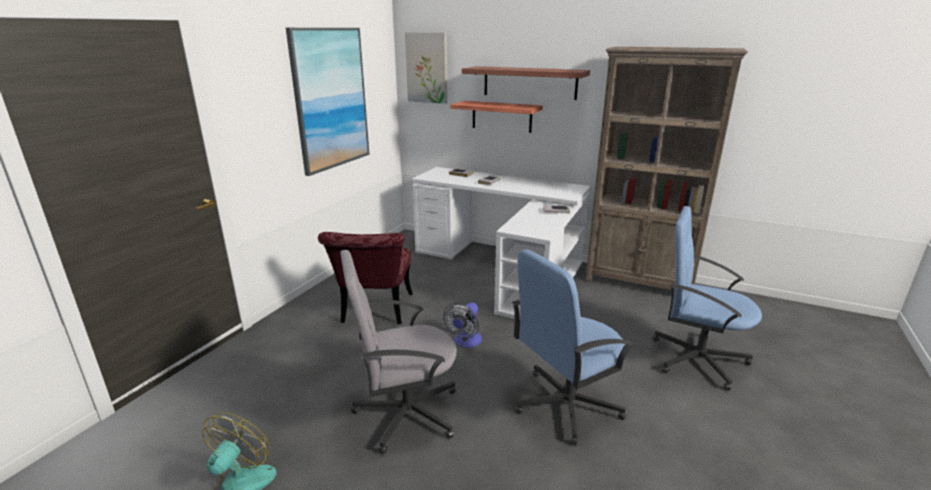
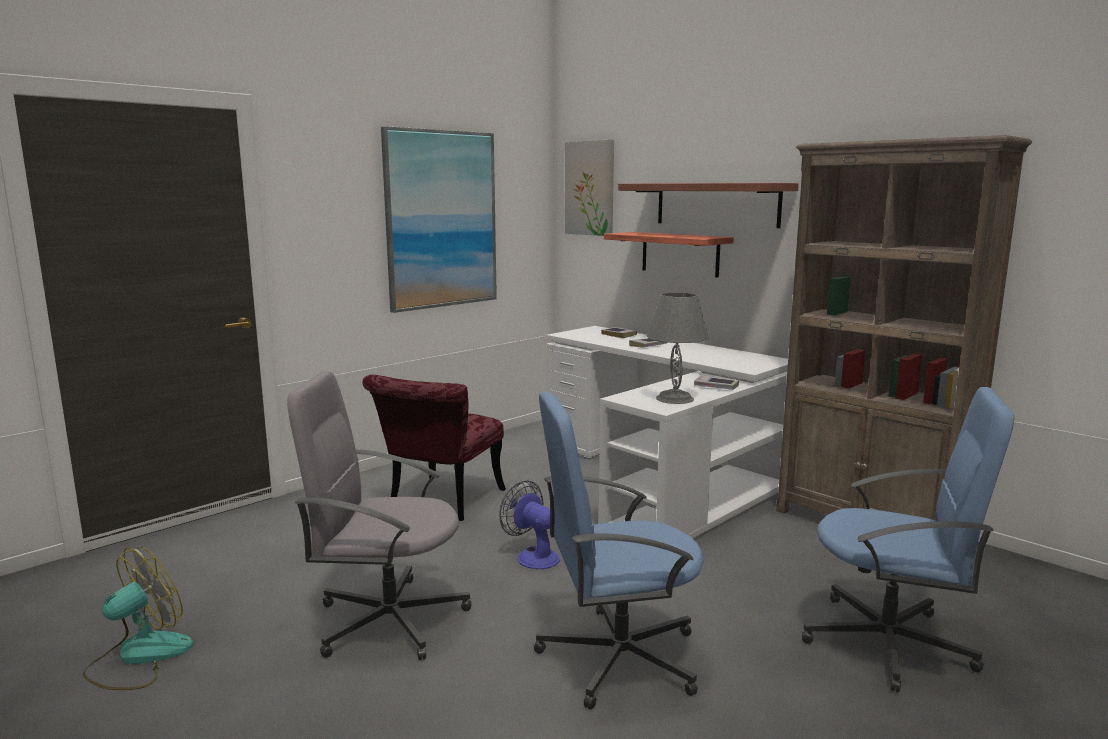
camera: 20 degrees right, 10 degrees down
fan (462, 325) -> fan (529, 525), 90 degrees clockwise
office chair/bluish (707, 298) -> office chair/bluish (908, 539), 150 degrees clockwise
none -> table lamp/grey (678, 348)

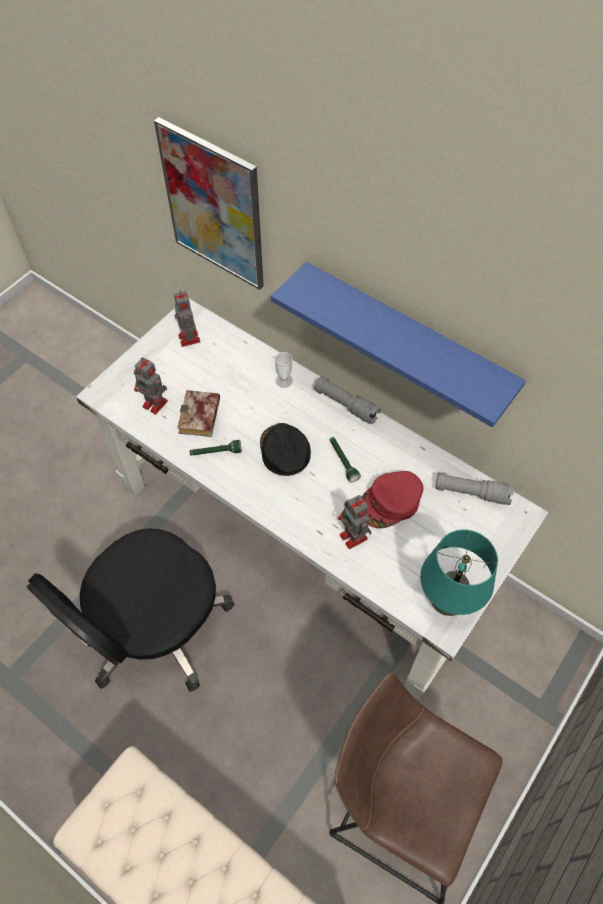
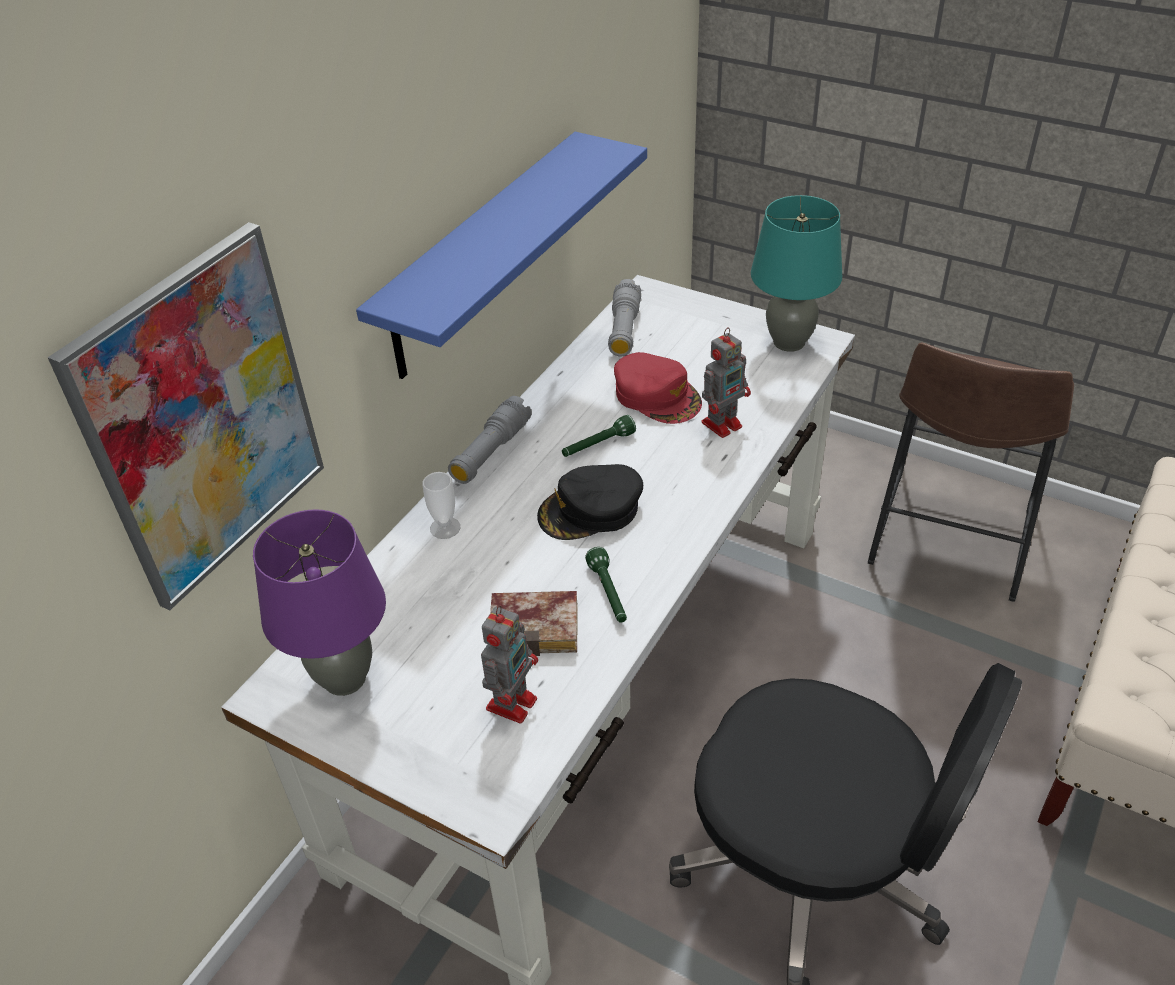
camera: 95 degrees left, 15 degrees down
toy robot (187, 318) -> table lamp/purple-coloured (319, 602)

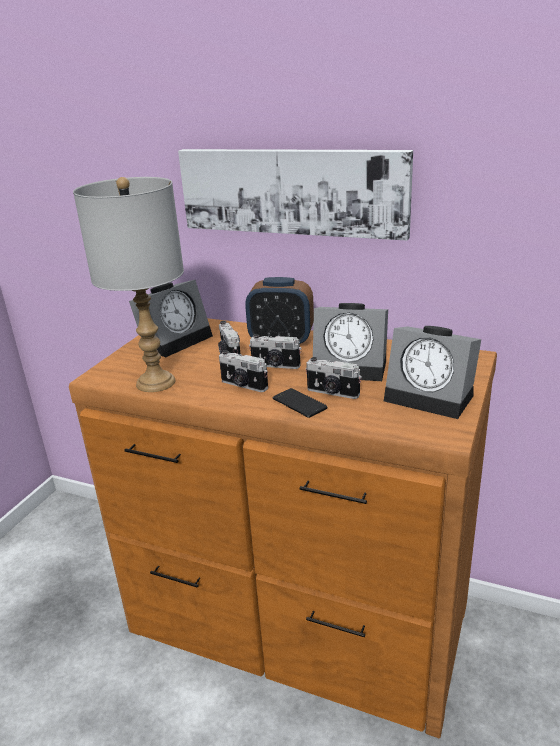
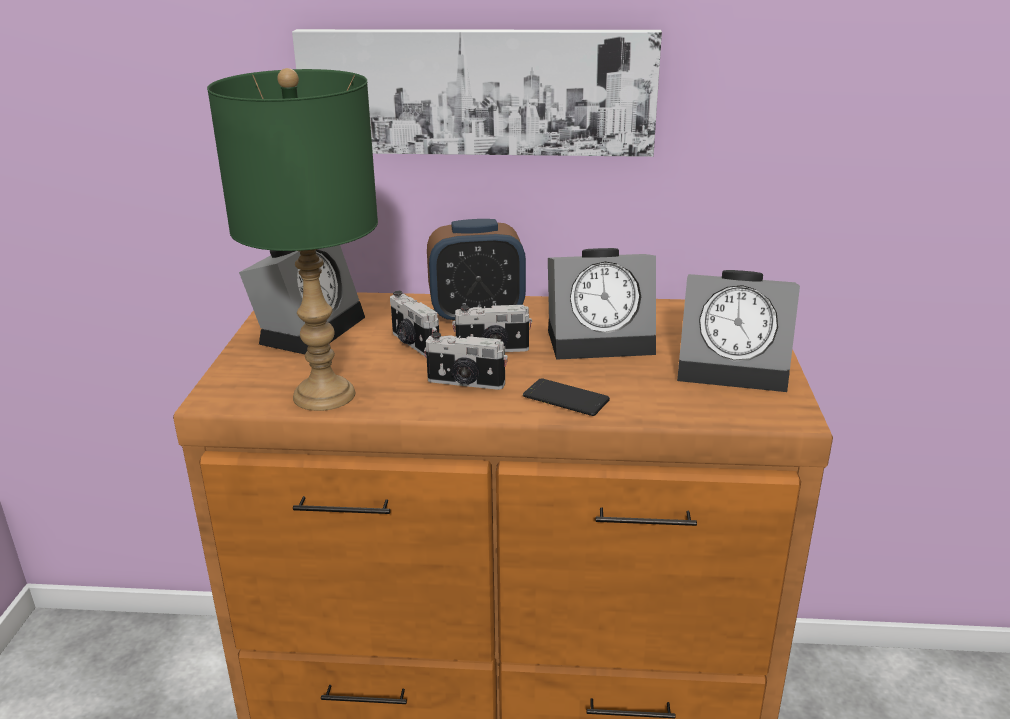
camera: 20 degrees left, 0 degrees up
table lamp/grey (128, 284) -> table lamp/green-coloured (292, 239)
still camera (334, 378) -> none

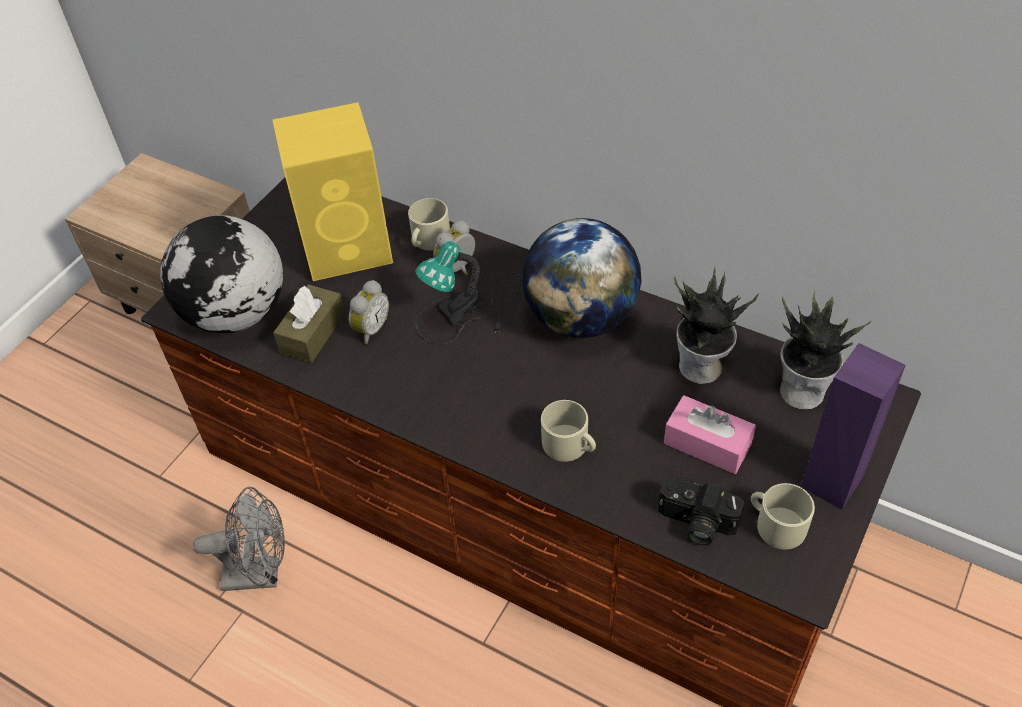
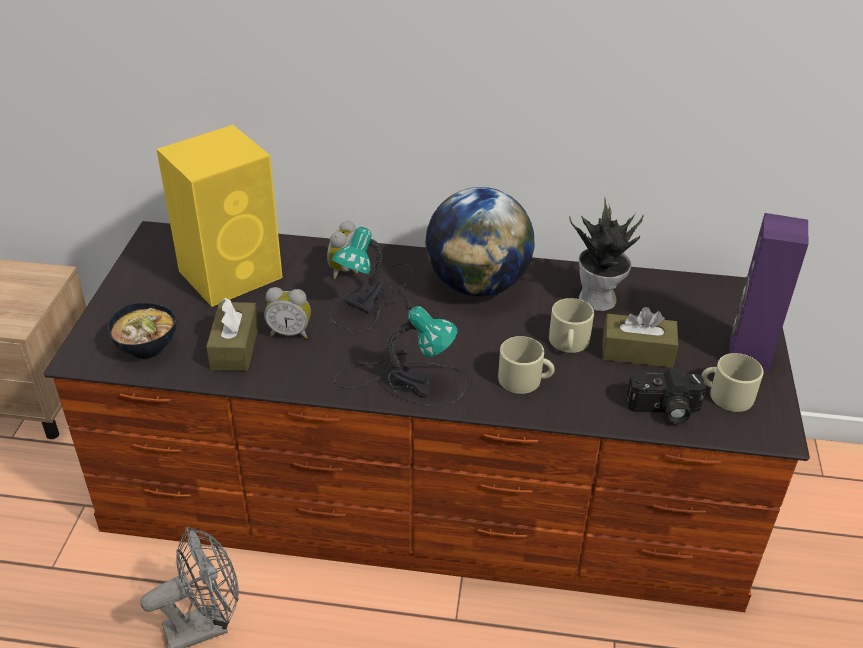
camera: 25 degrees left, 10 degrees down
desk globe (221, 274) -> deep dish (142, 331)
bedside clock (369, 312) -> bedside clock (287, 313), 90 degrees clockwise
mug/sand-coloured (429, 224) -> mug/sand-coloured (571, 325), shifted
tissue box/pink-coloured (710, 434) -> tissue box/brown-coloured (640, 337)
houseplant (826, 350) -> none
none -> table lamp (400, 356)

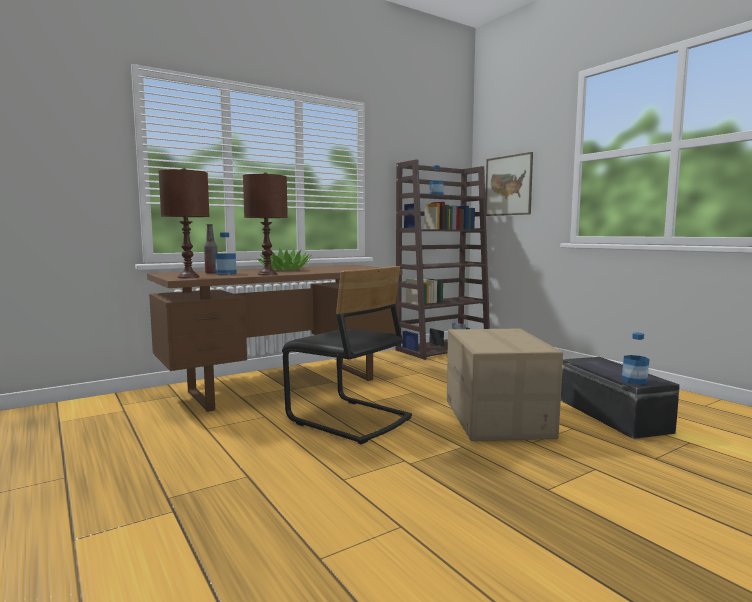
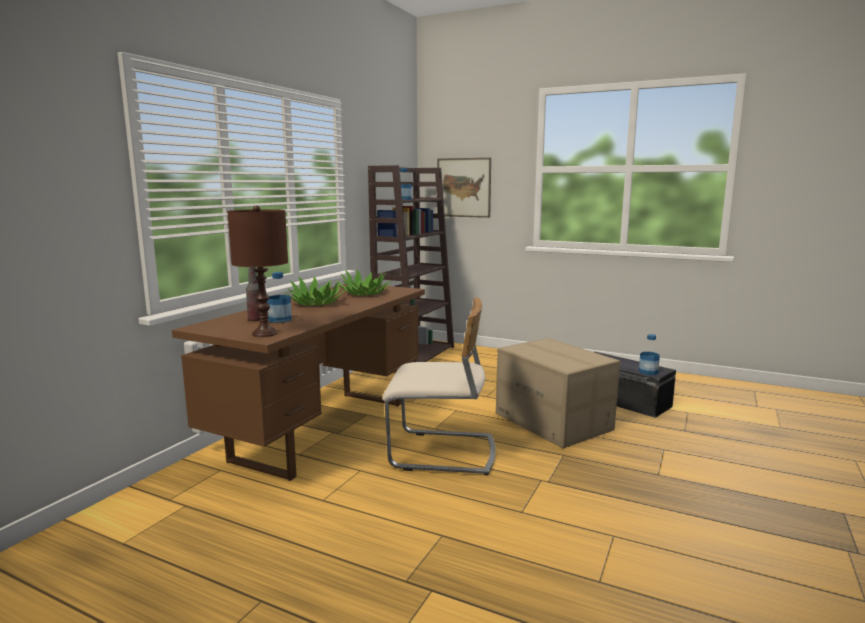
camera: 30 degrees left, 5 degrees up
table lamp/brown-coloured (265, 223) -> none
chair/black (347, 355) -> chair/sand-coloured (438, 386)
none -> houseplant (364, 282)

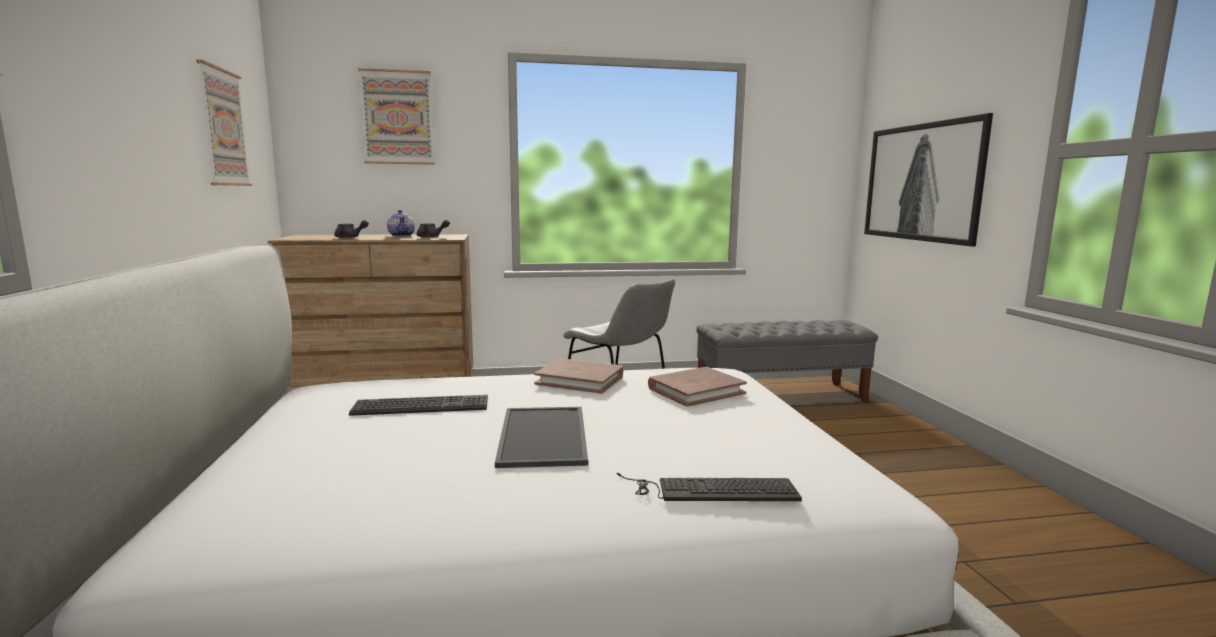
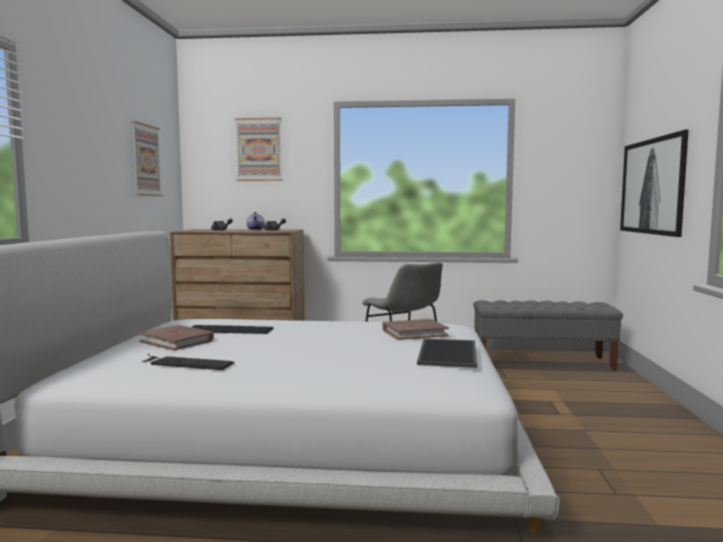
camera: 15 degrees right, 5 degrees down
tray (541, 437) -> tray (447, 353), shifted
volume/brown-coloured (578, 376) -> volume/brown-coloured (176, 338), shifted
PC keyboard (709, 487) -> PC keyboard (189, 361), shifted

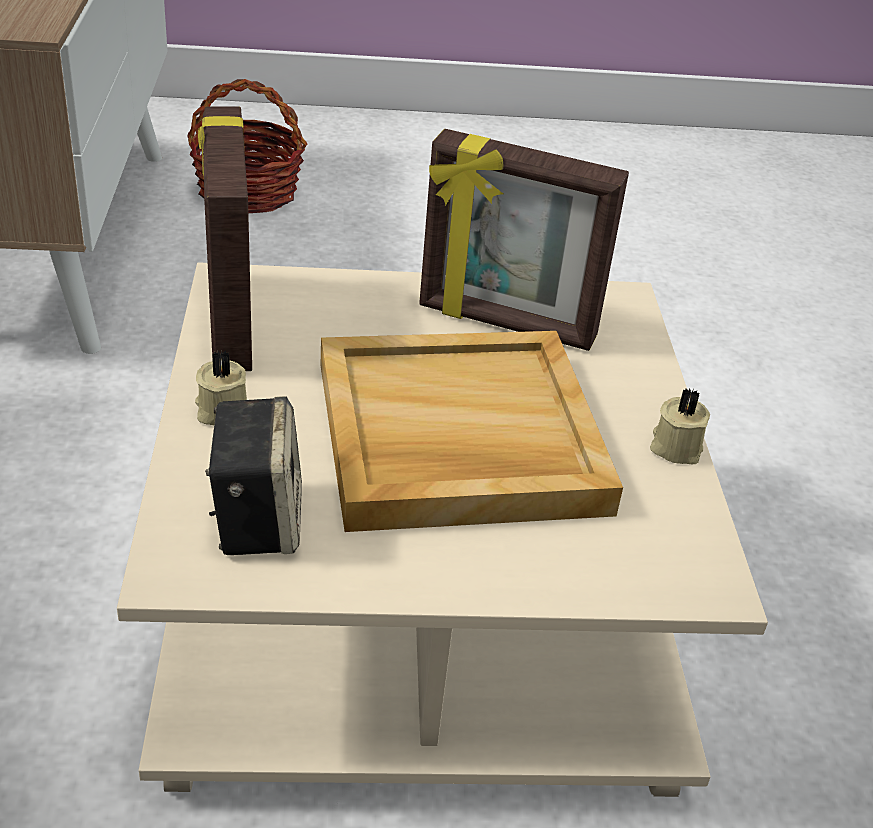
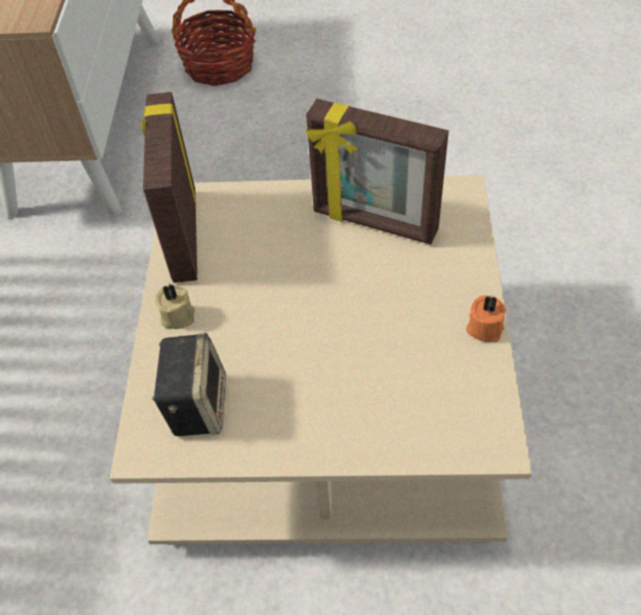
camera: 10 degrees right, 15 degrees up
tray/sand-coloured (472, 431) -> none
candle/sand-coloured (680, 426) -> candle/orangey (486, 318)

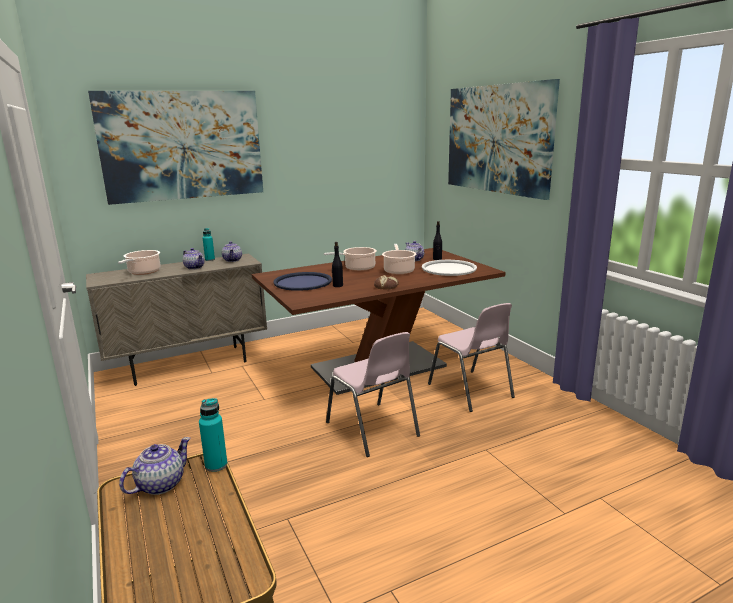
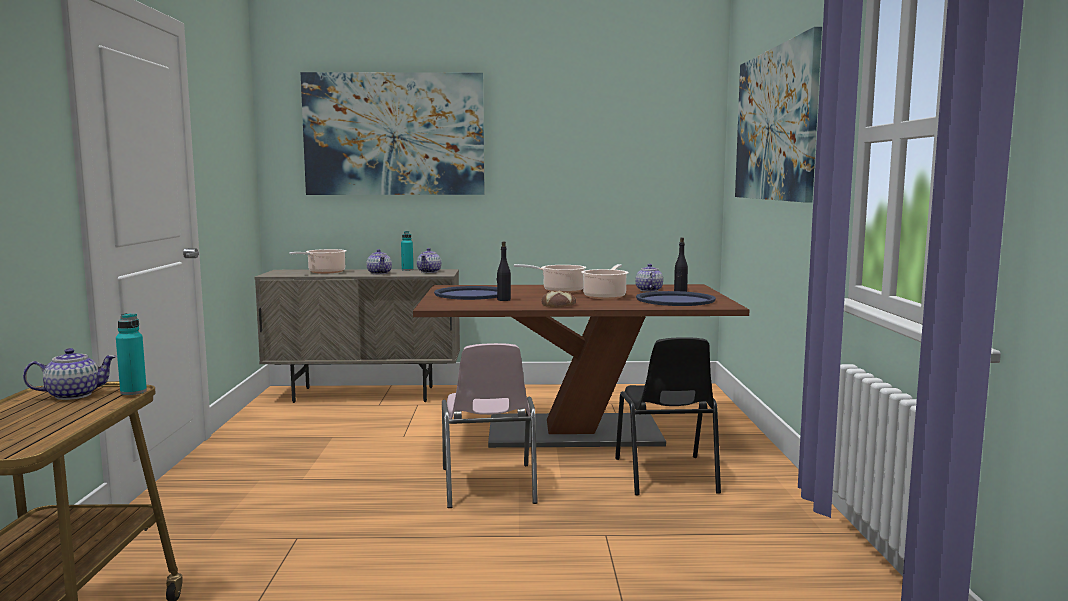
camera: 25 degrees right, 10 degrees down
tray/white-coloured (449, 268) -> tray/bluish (676, 298)
chair/pink-coloured (471, 357) -> chair/black (668, 416)

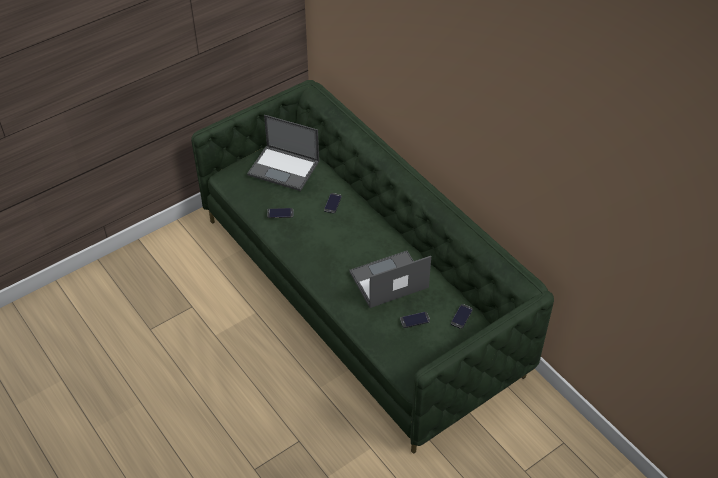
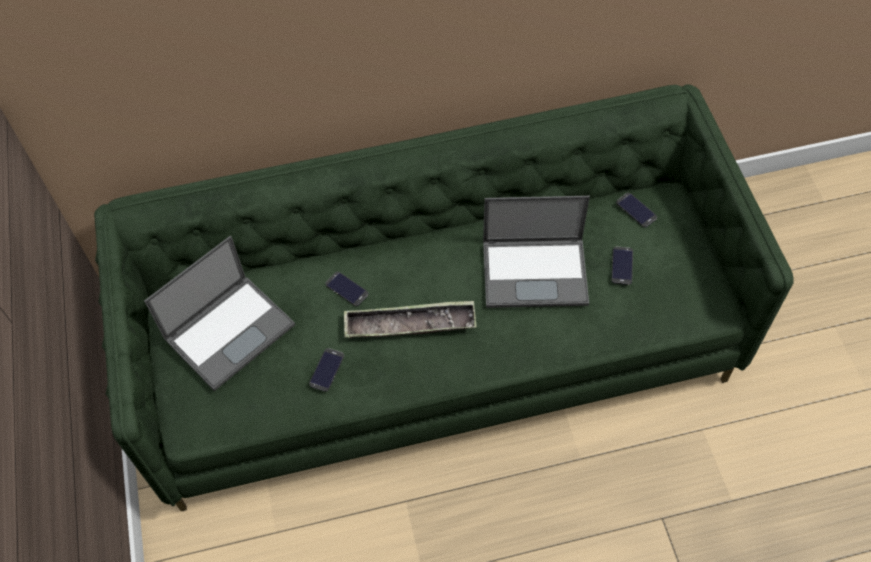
camera: 65 degrees left, 10 degrees up
portable computer (390, 279) -> portable computer (536, 252), 90 degrees counterclockwise
none -> tray (410, 319)

